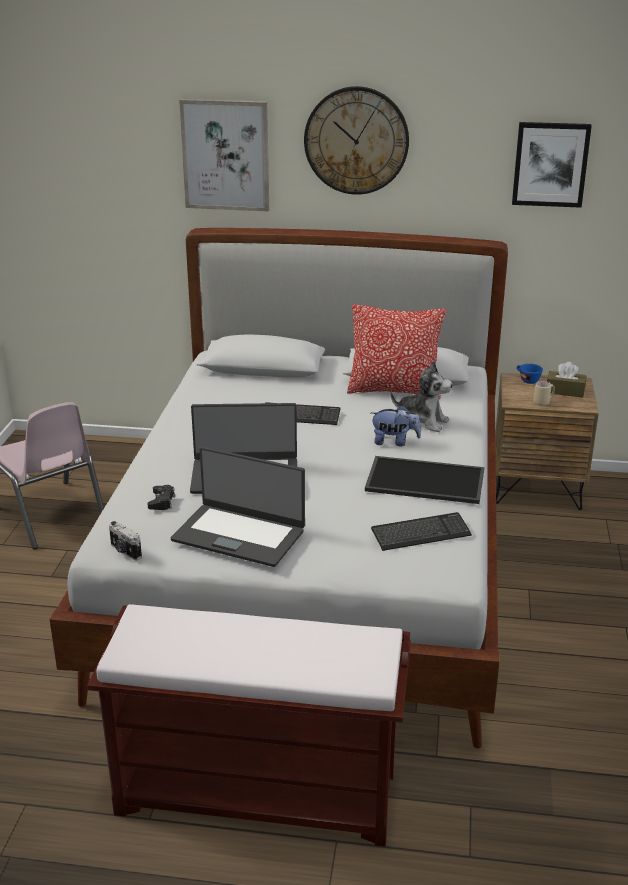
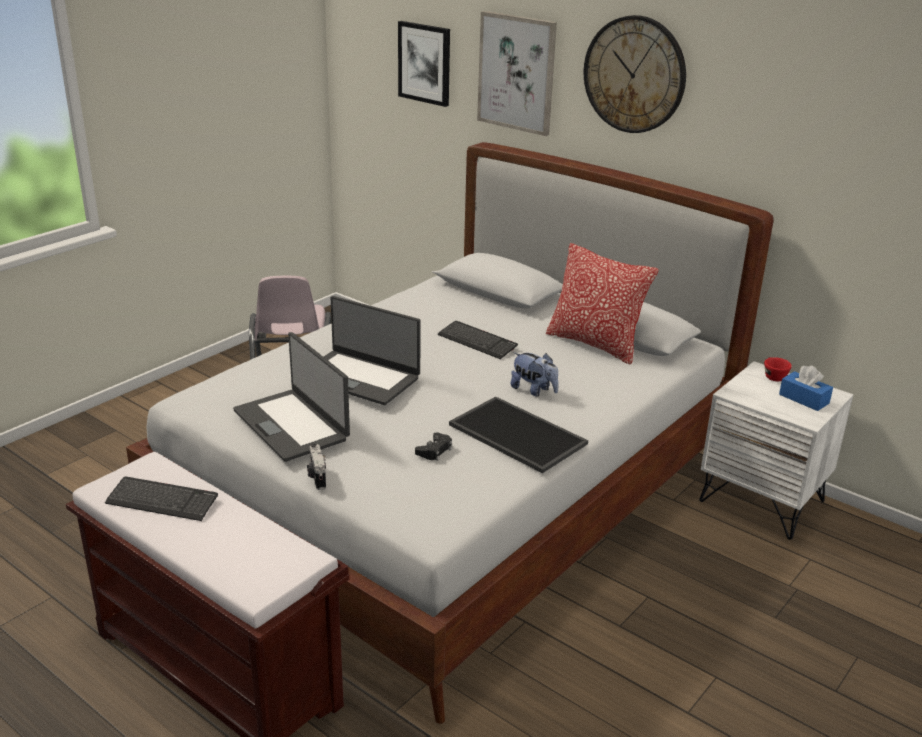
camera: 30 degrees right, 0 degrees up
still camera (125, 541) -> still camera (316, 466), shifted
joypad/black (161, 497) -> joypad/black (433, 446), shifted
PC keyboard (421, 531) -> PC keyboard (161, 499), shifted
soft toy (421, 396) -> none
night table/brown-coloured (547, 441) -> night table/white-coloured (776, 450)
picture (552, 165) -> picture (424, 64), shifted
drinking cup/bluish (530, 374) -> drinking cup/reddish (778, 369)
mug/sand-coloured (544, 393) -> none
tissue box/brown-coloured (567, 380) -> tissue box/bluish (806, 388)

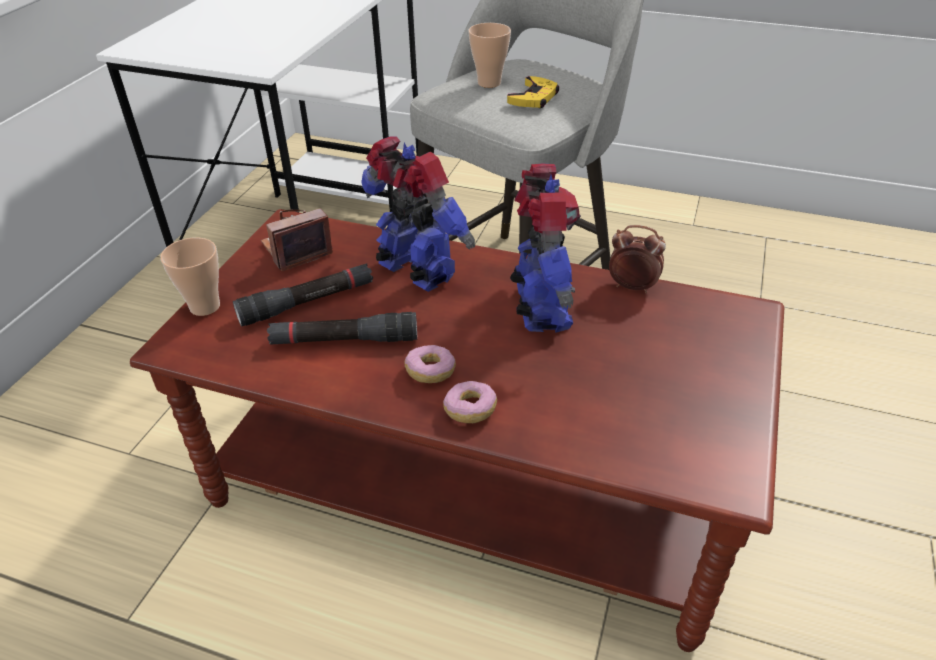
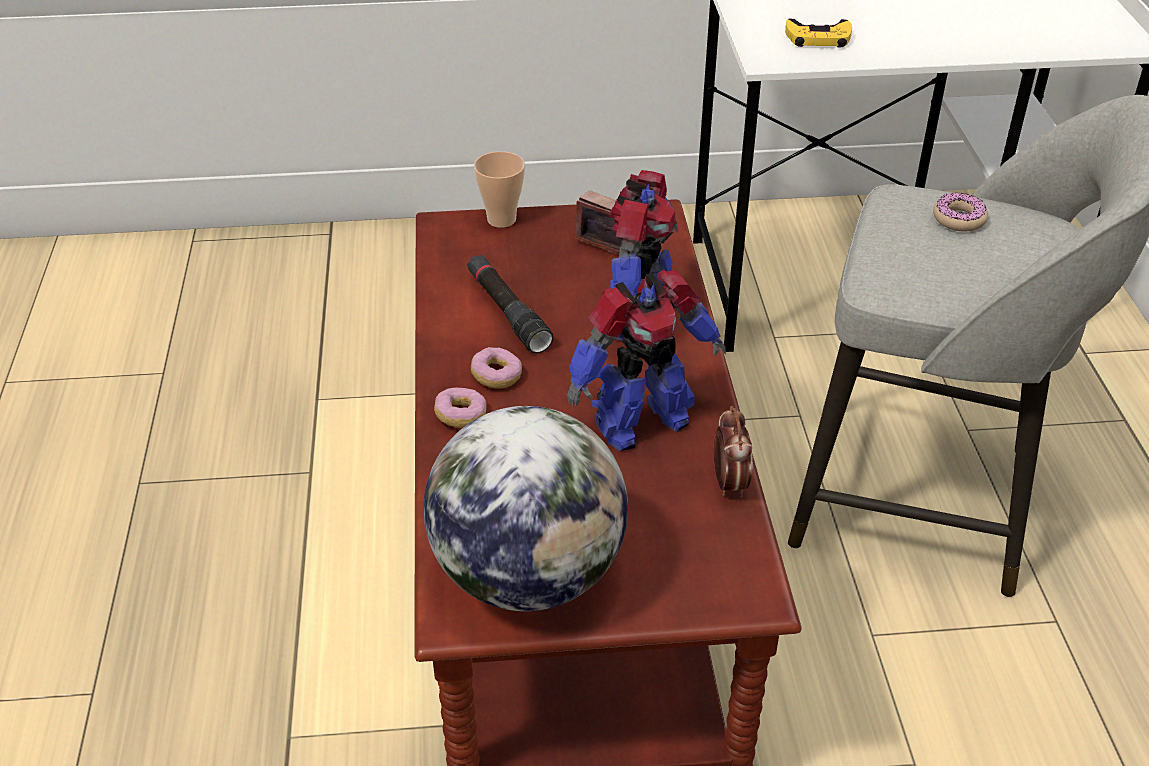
camera: 65 degrees right, 0 degrees up
flashlight/black (303, 294) -> none
drinking cup (489, 55) -> doughnut (960, 212)
joypad/yellowish (533, 92) -> joypad/yellowish (818, 33), shifted
none -> desk globe (525, 508)

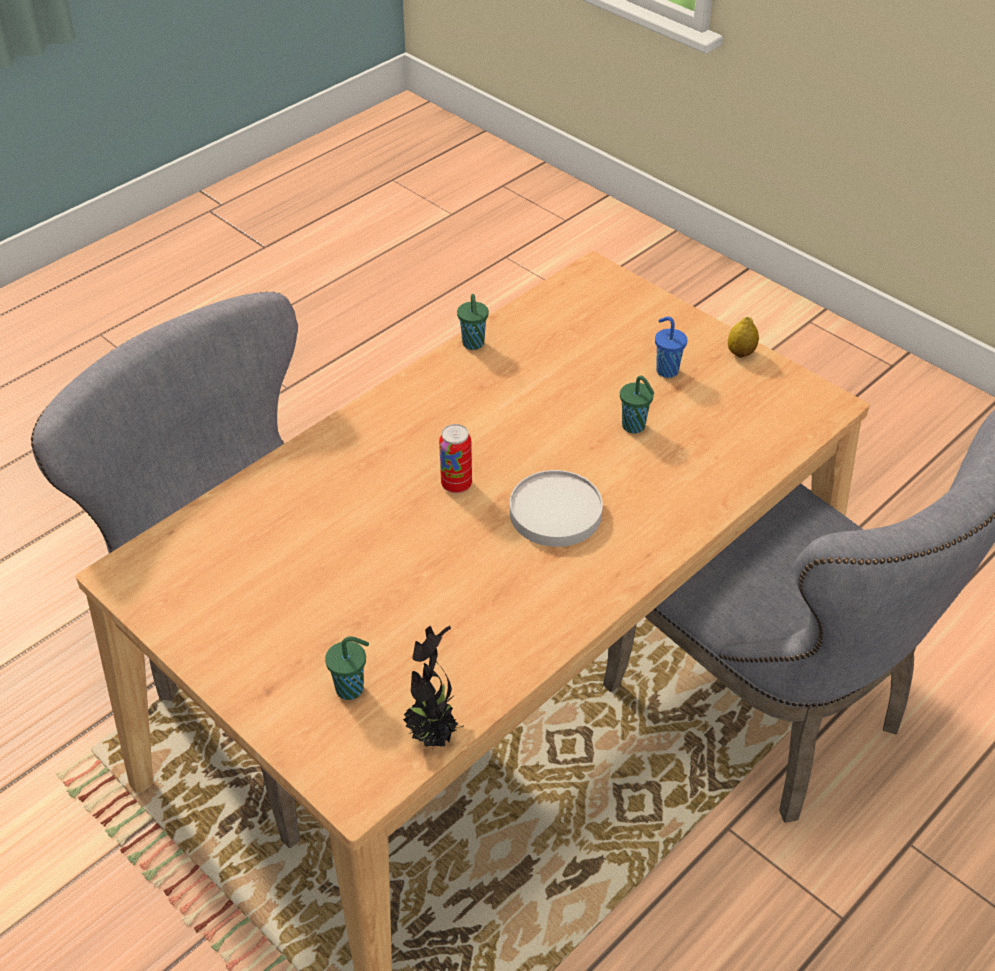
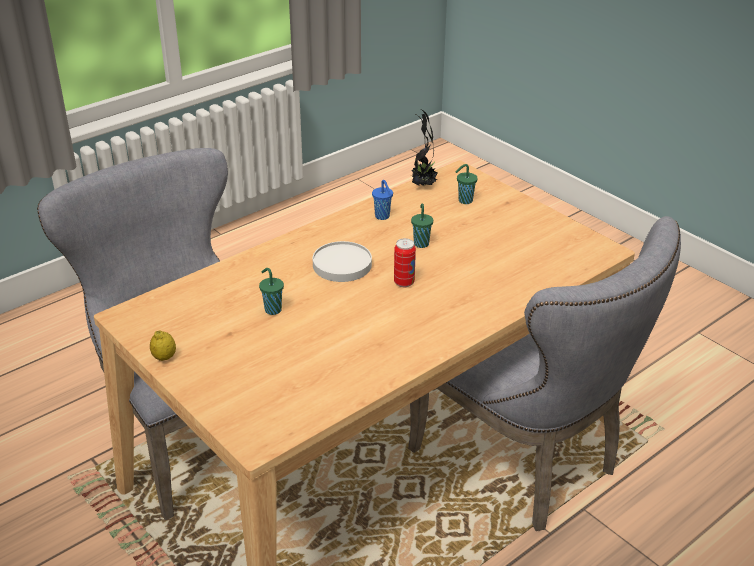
camera: 175 degrees left, 10 degrees down
drinking cup/green-coloured (473, 322) -> drinking cup/green-coloured (422, 225), shifted
drinking cup/bluish (671, 347) -> drinking cup/bluish (382, 200), shifted

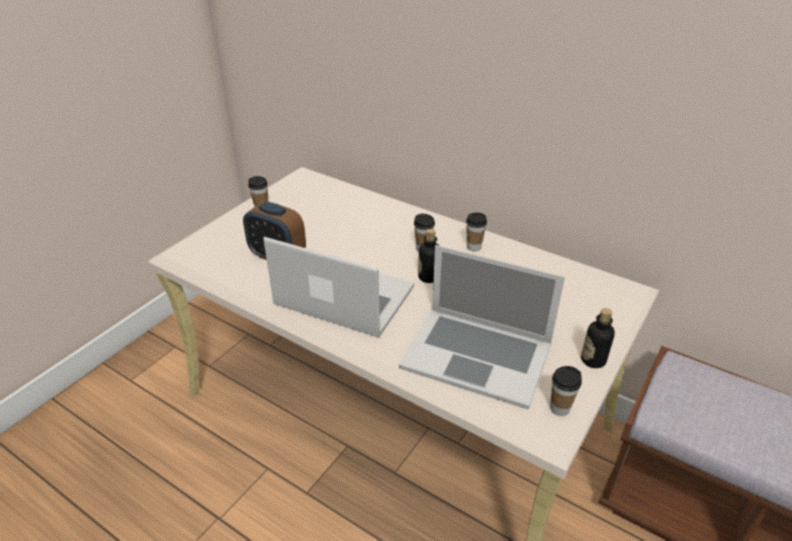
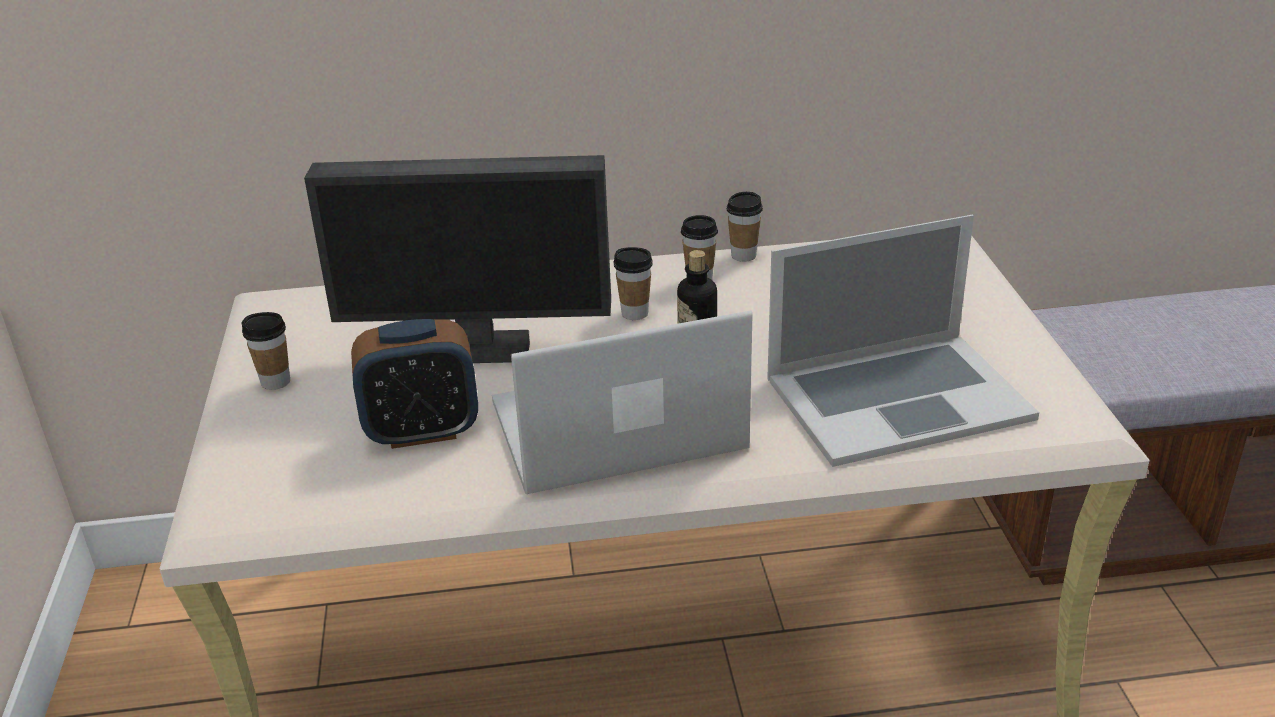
camera: 40 degrees left, 5 degrees down
drinking cup (566, 391) -> drinking cup (745, 227), shifted
bottle (598, 338) -> none
none -> computer display (457, 259)

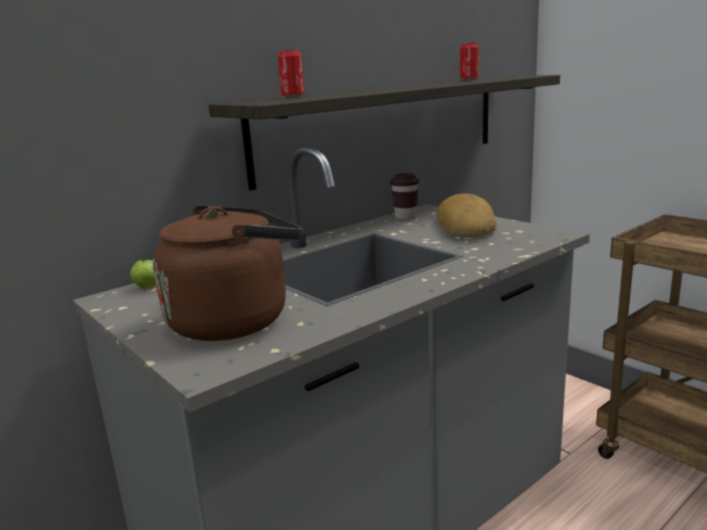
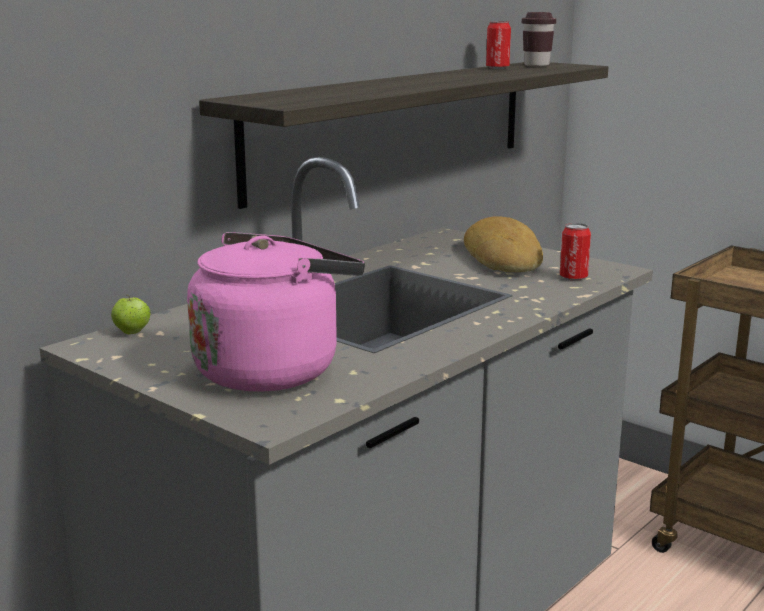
camera: 10 degrees left, 0 degrees up
tea kettle/brown-coloured (228, 273) -> tea kettle/pink-coloured (276, 312)
sealed can (291, 73) -> sealed can (575, 252), shifted
drinking cup/brown-coloured (404, 196) -> drinking cup/brown-coloured (539, 39), shifted

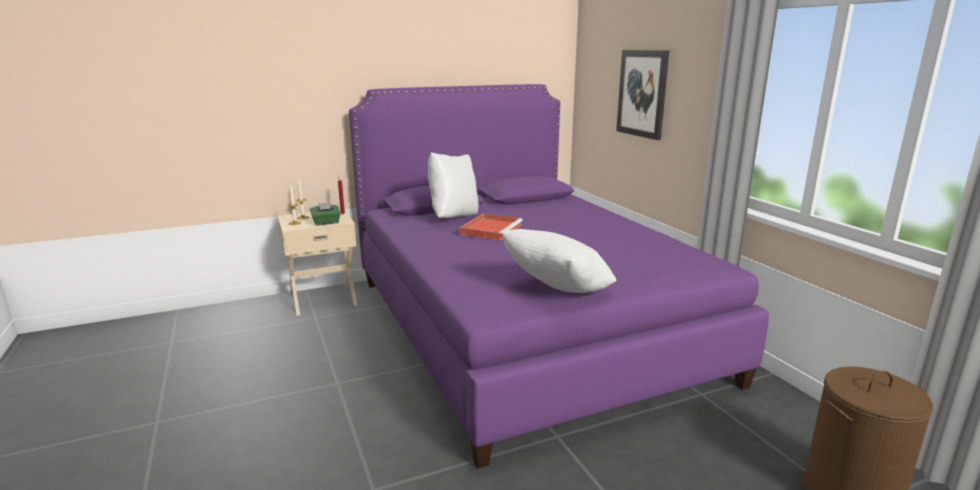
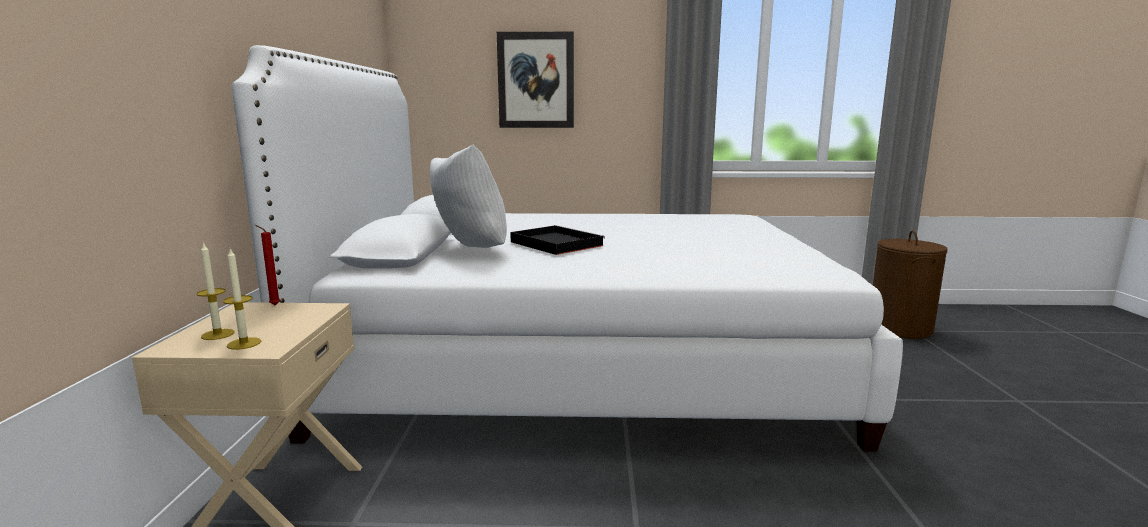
camera: 65 degrees left, 5 degrees down
tissue box/green-coloured (325, 214) -> none
bedroom bed/purple-coloured (559, 276) -> bedroom bed/white-coloured (567, 248)
tray/reddish (491, 227) -> tray/black (557, 240)
cushion/white-coloured (558, 261) -> none

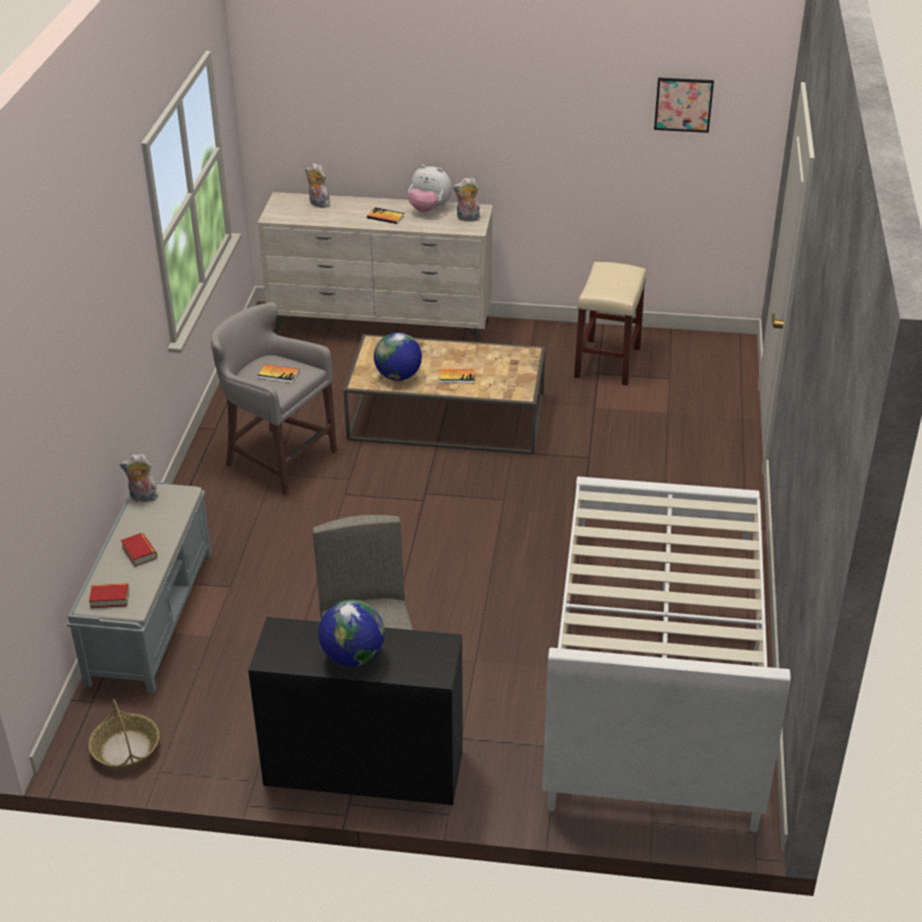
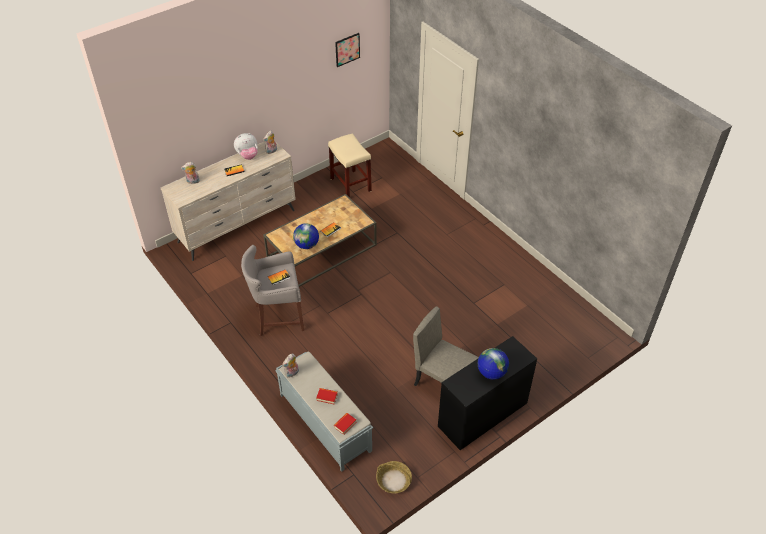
camera: 45 degrees left, 10 degrees up
bedroom bed/white-coloured (666, 654) -> none

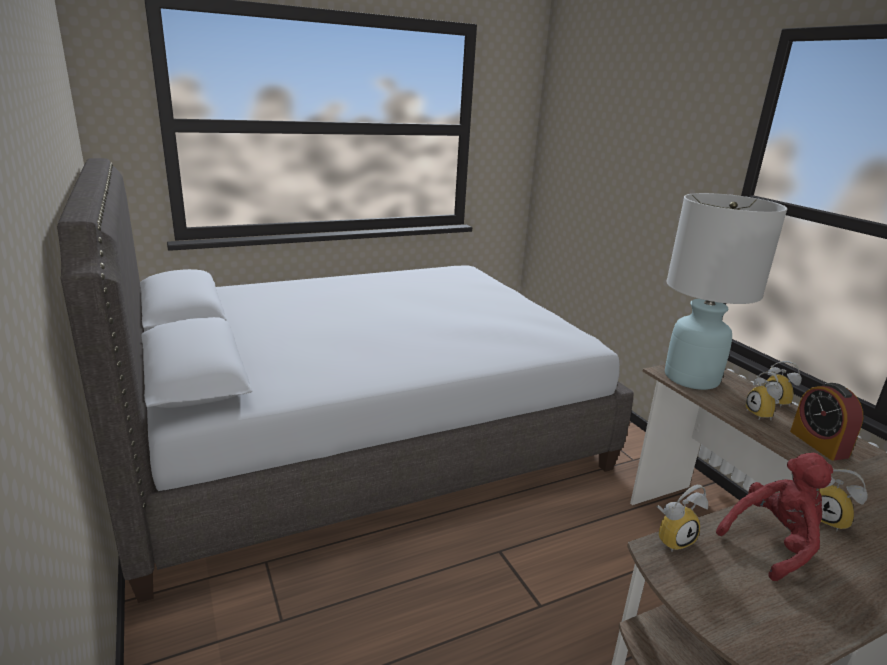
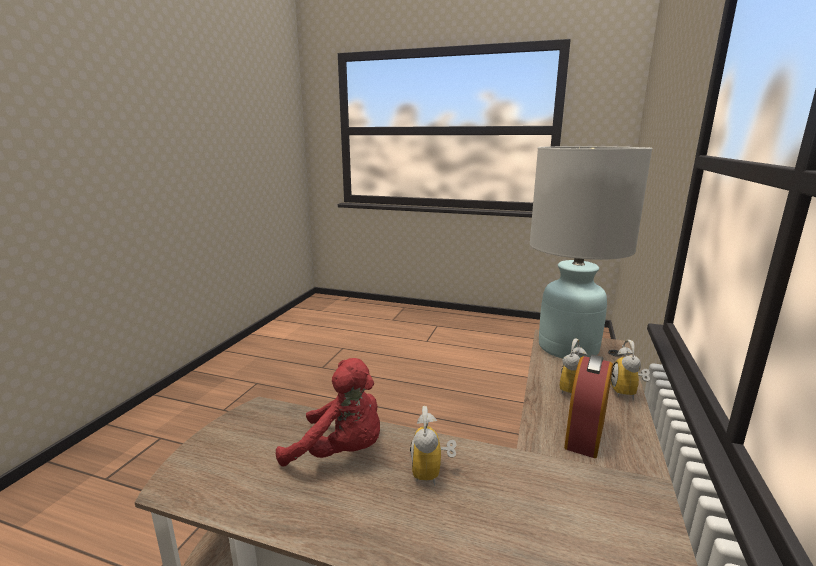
camera: 45 degrees right, 5 degrees down
bedroom bed/grey (345, 380) -> none
bedside clock (682, 518) -> none

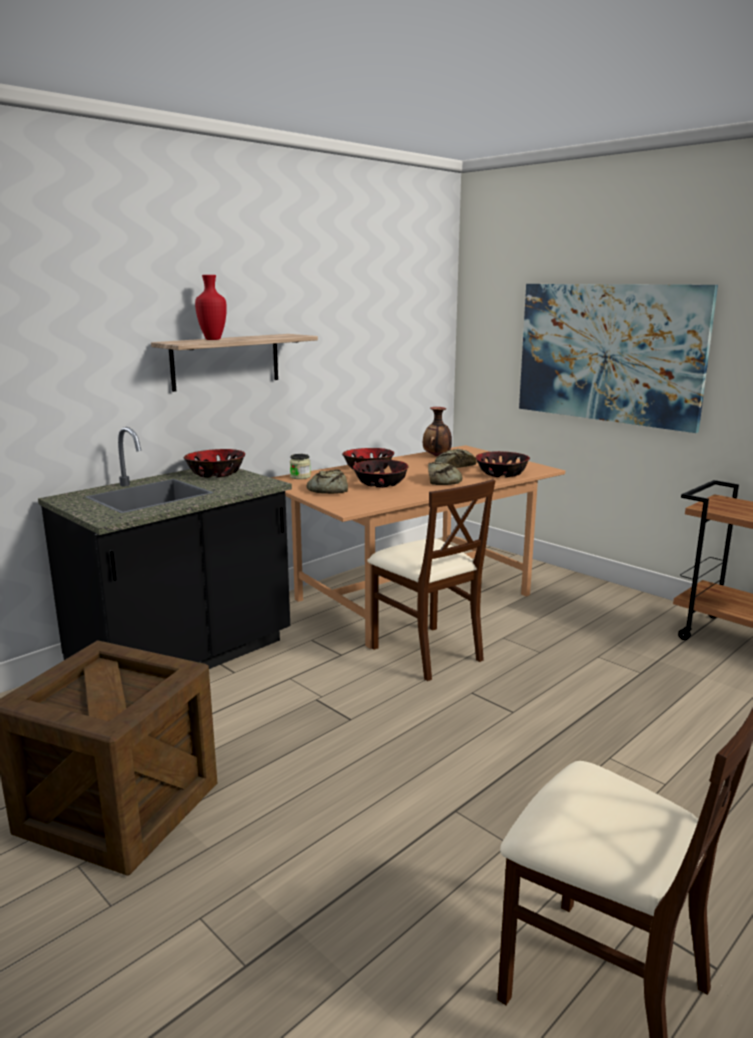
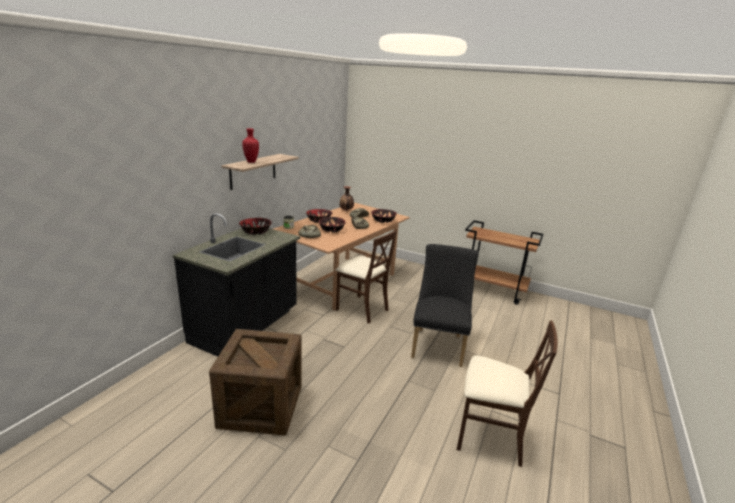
camera: 20 degrees left, 5 degrees up
picture (618, 358) -> none
none -> chair/black (445, 305)

